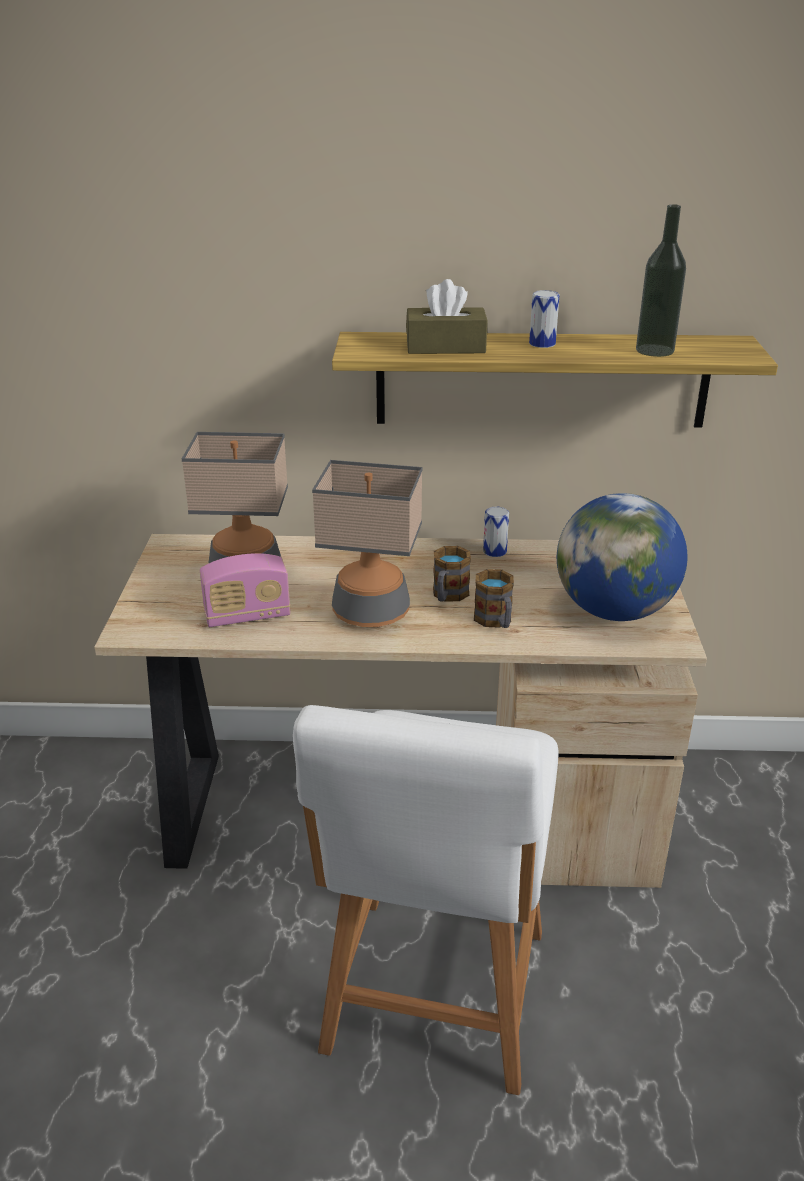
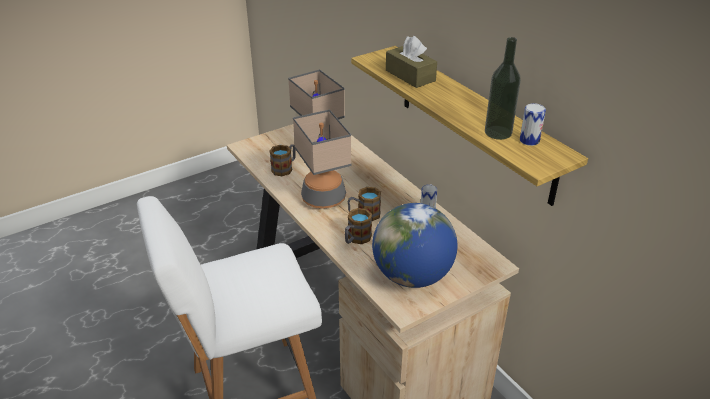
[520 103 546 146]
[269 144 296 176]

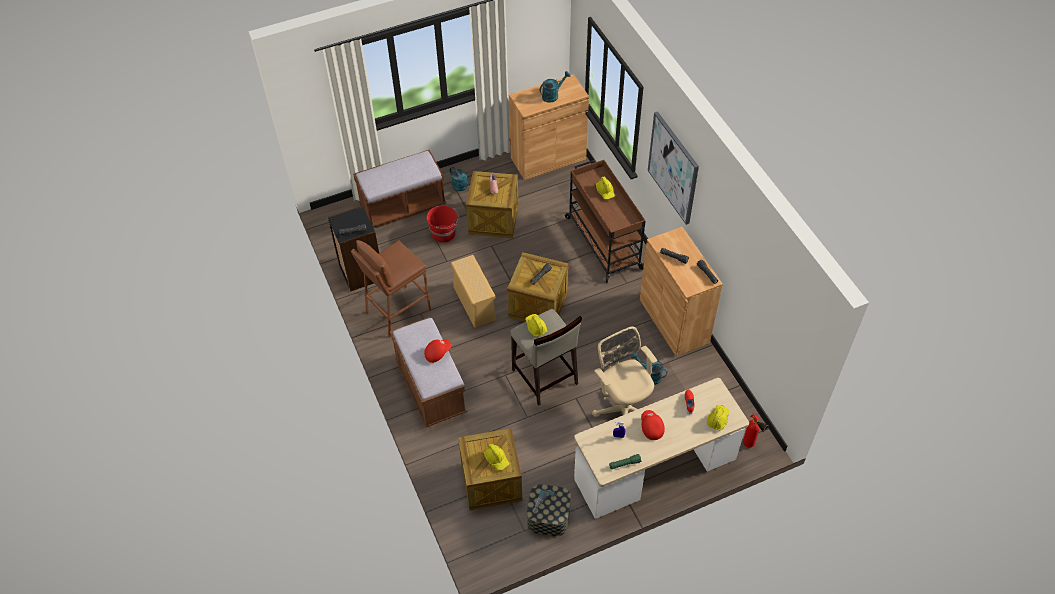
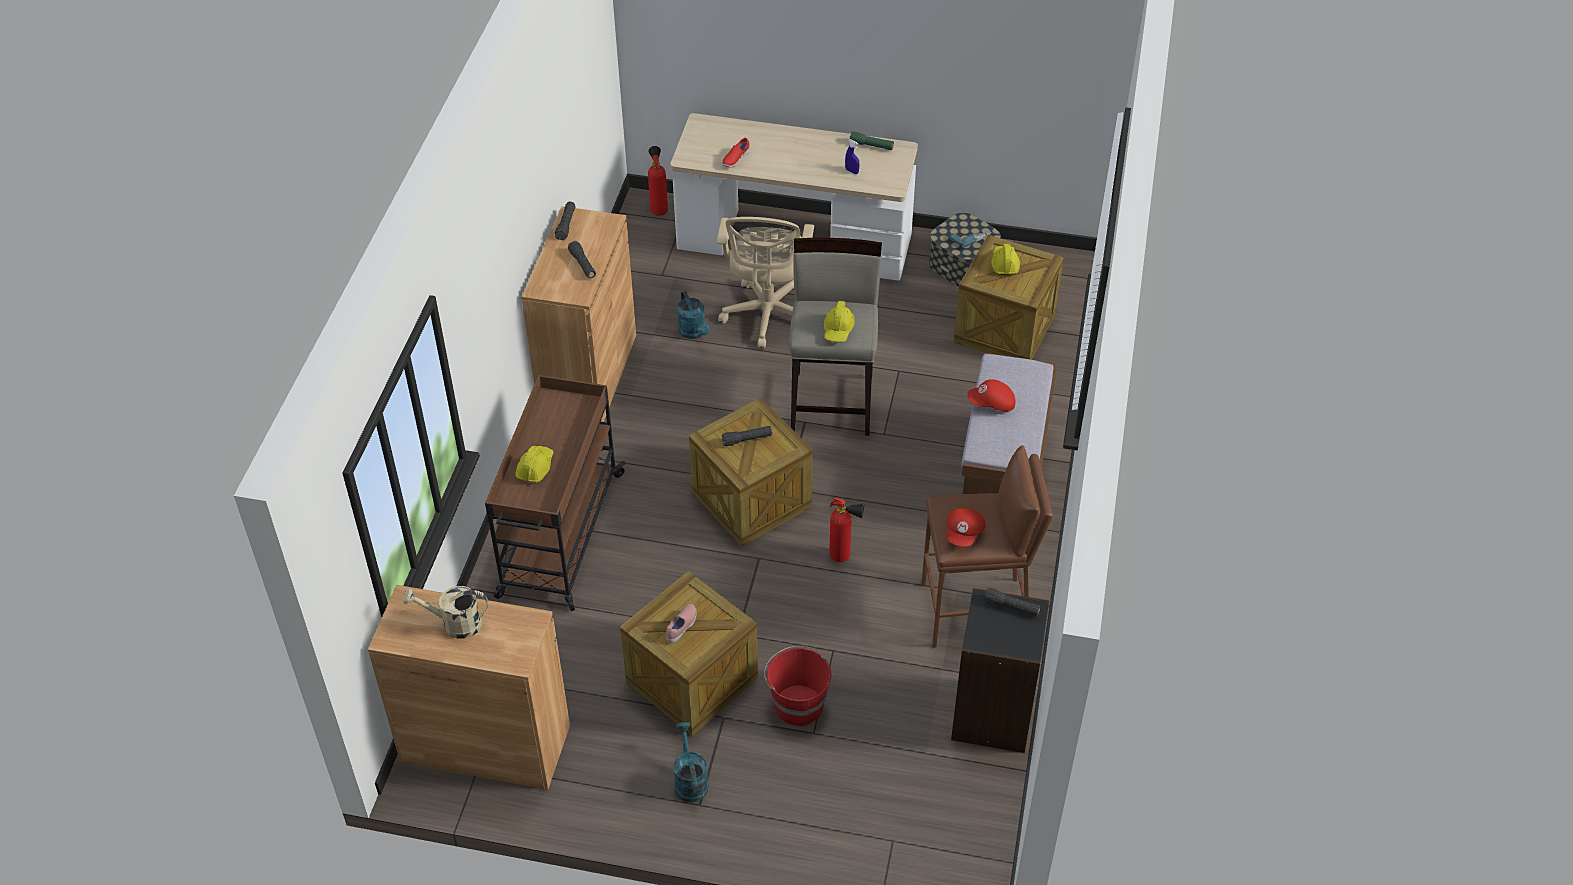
[403 586 488 639]
[648 111 699 225] (first image)
[353 150 446 228] (first image)
[829 498 864 562]
[707 405 730 430] (first image)
[946 508 986 546]

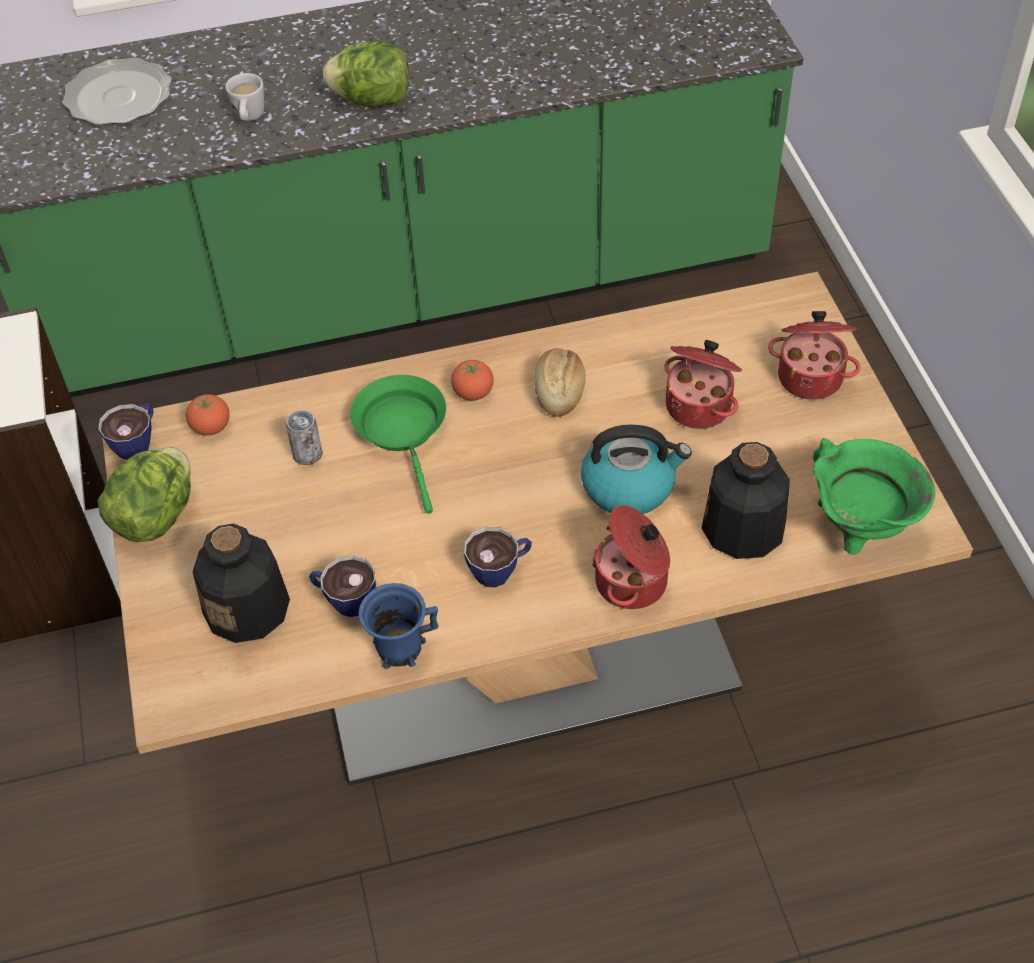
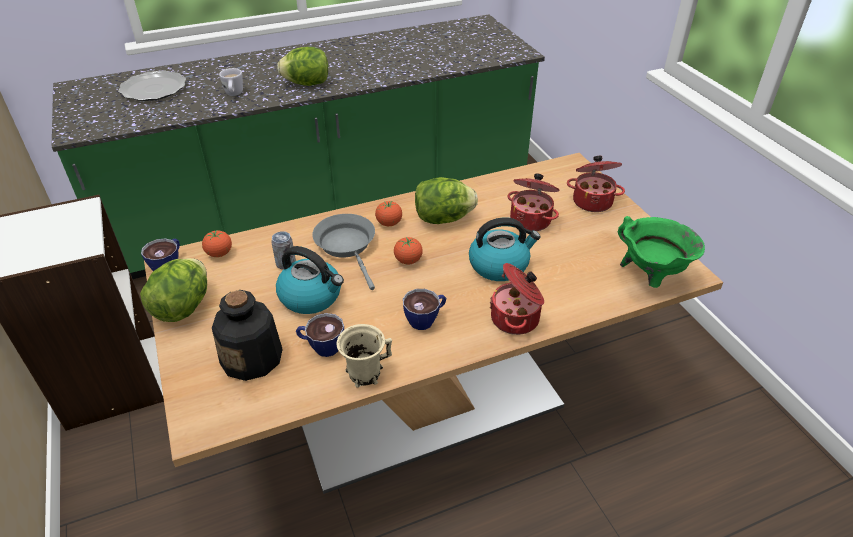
[415 177 478 224]
[312 214 375 290]
[702 442 790 559] (first image)
[336 324 392 388]
[394 237 423 264]
[276 246 344 314]

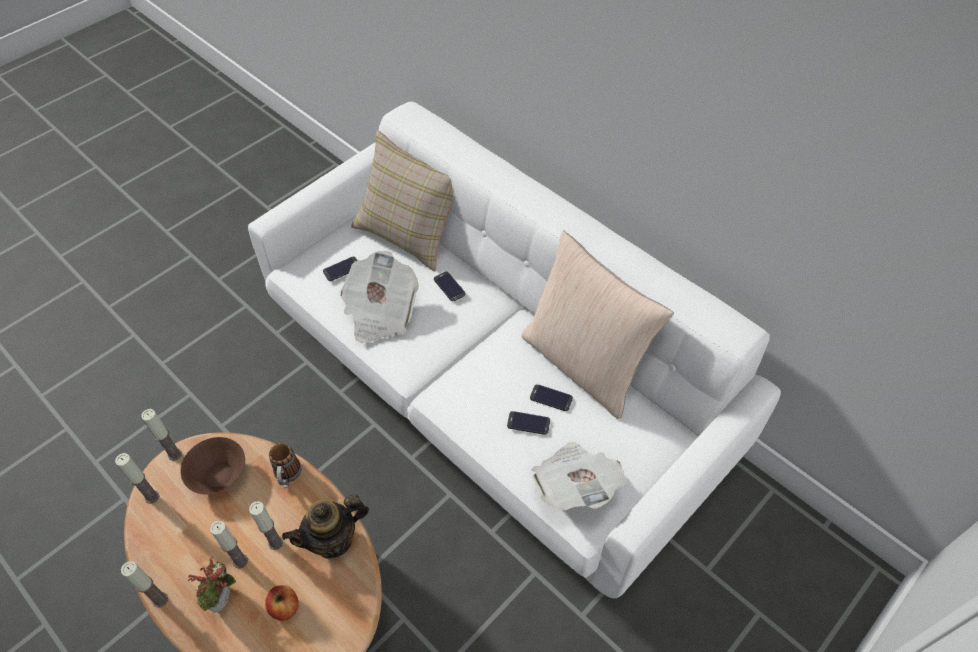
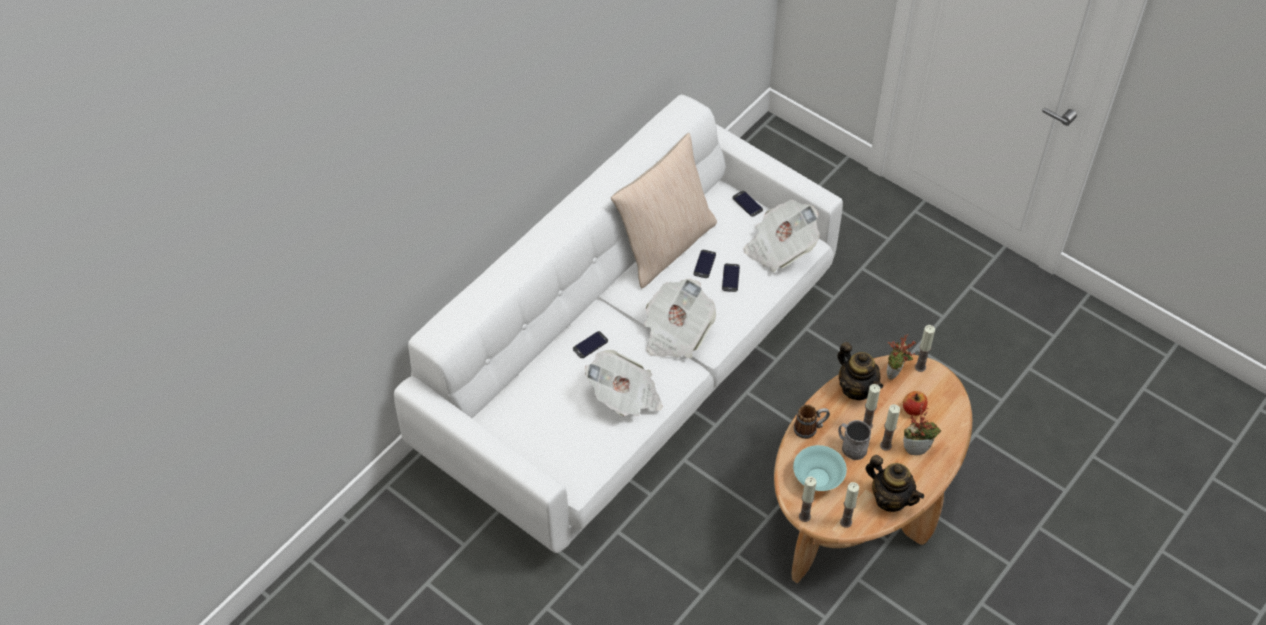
[351 130 453 271] (first image)
[733 190 763 217]
[793 445 847 491]
[915 325 935 372]
[644 279 716 358]
[887 334 916 380]
[838 420 871 460]
[866 455 924 512]

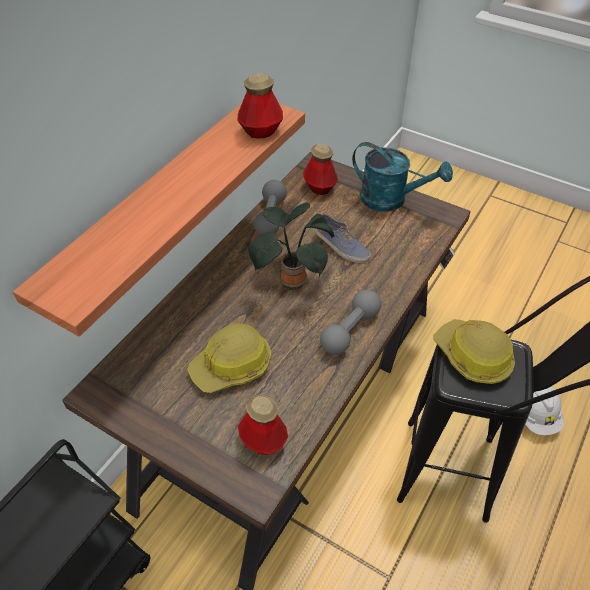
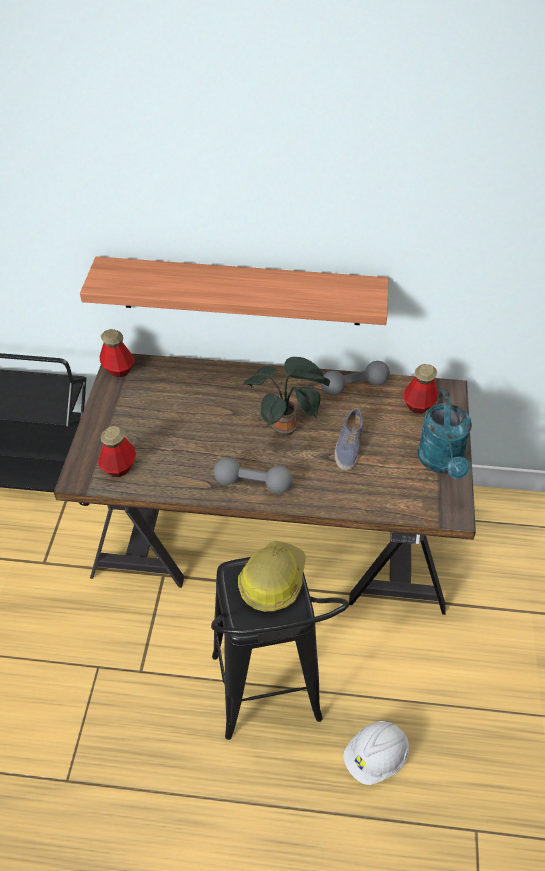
[100 329 135 377]
[187 323 271 393] (first image)

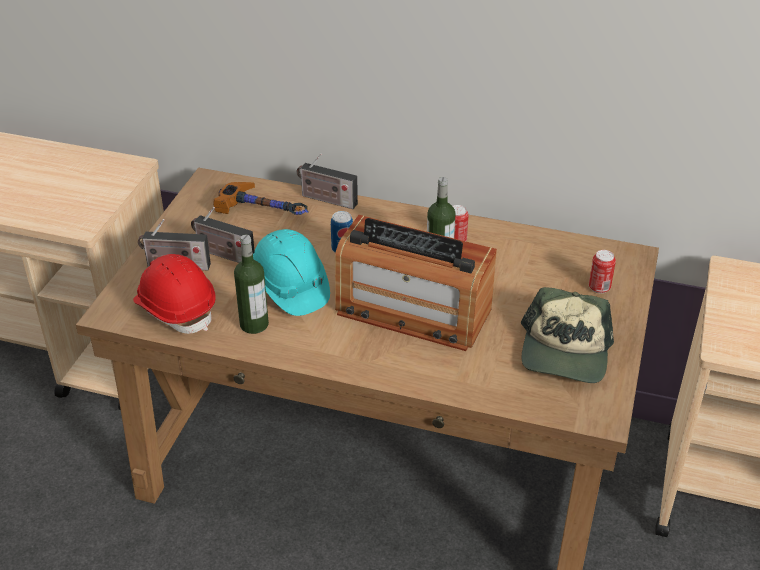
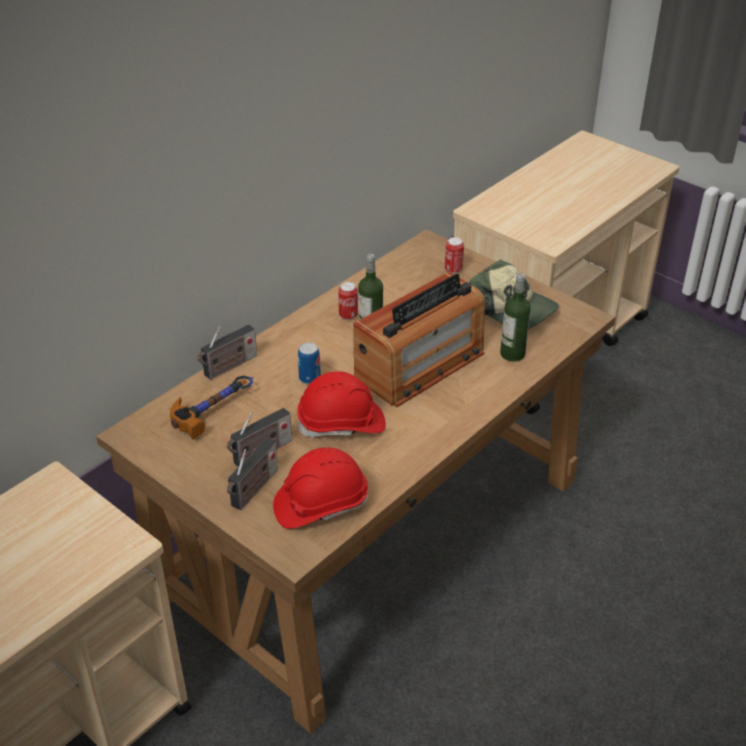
[297 371 386 437]
[500 274 531 362]

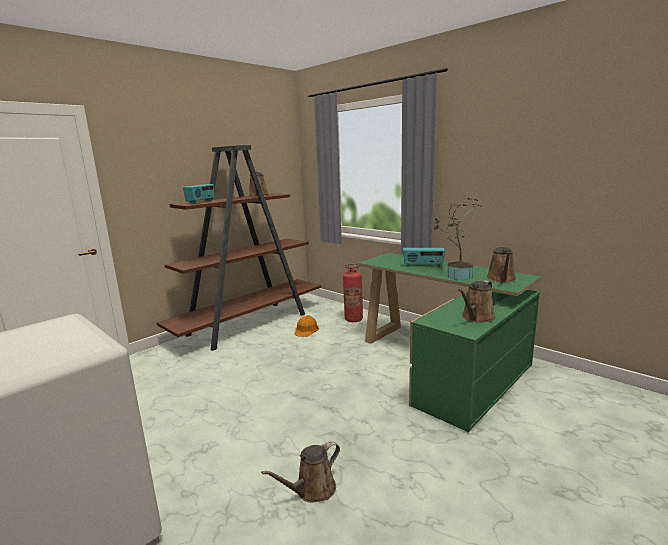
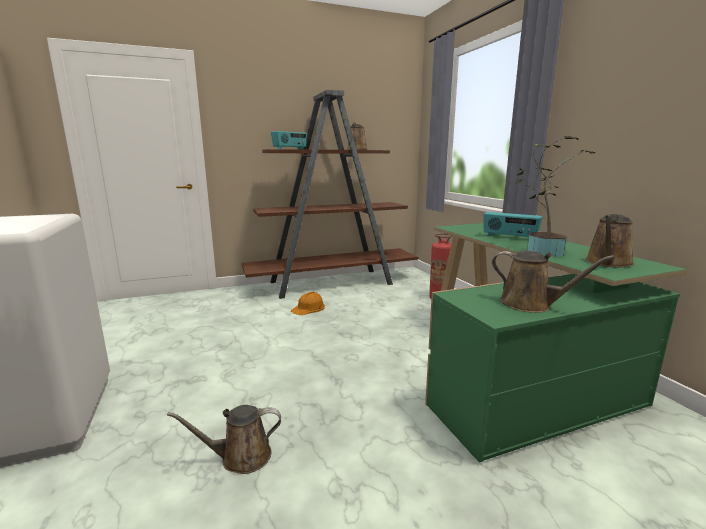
[492 251 615 313]
[291 291 325 315]

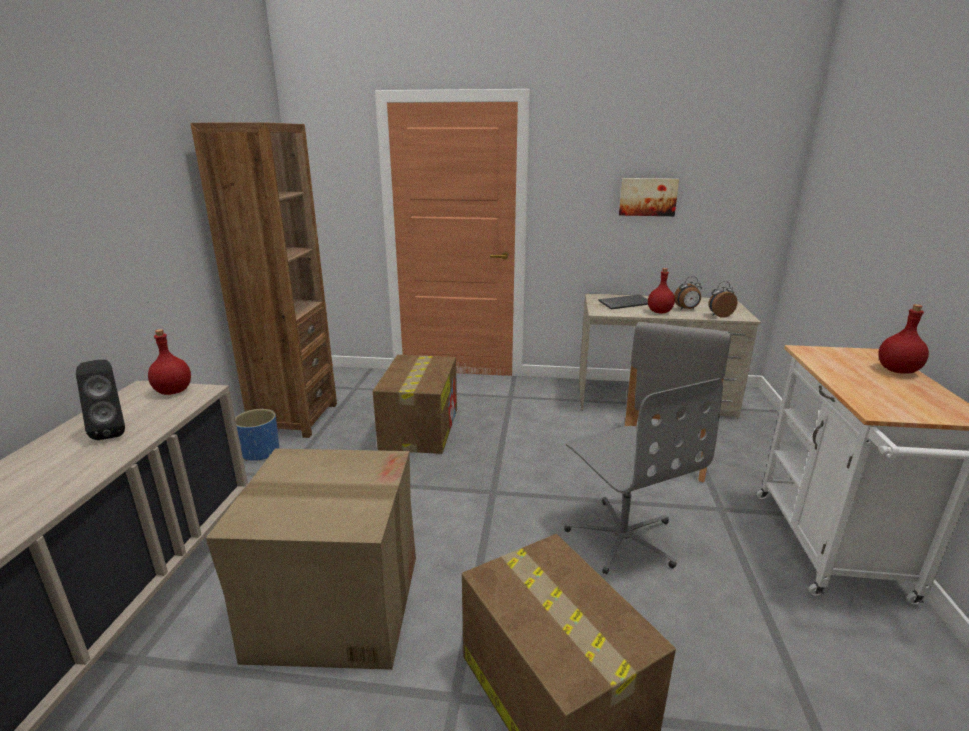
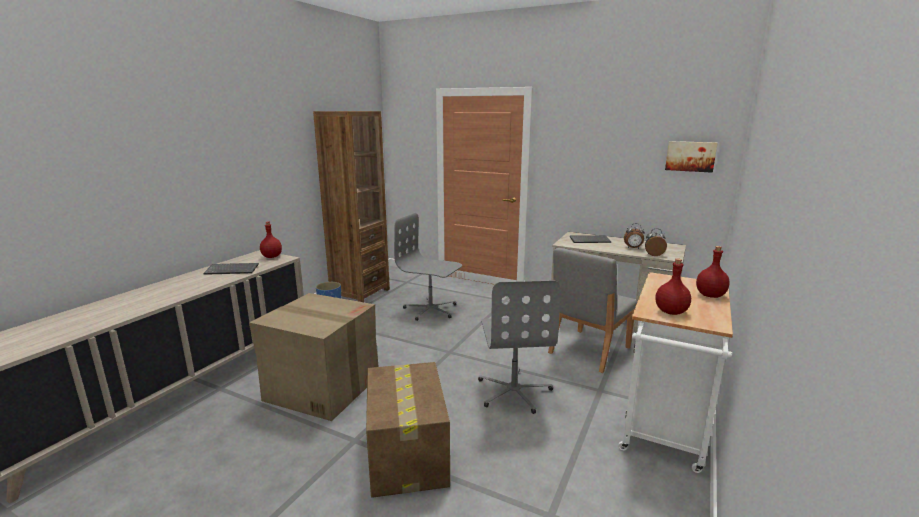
[665 141 717 173]
[655 259 691 315]
[394 213 462 321]
[204 263 259 275]

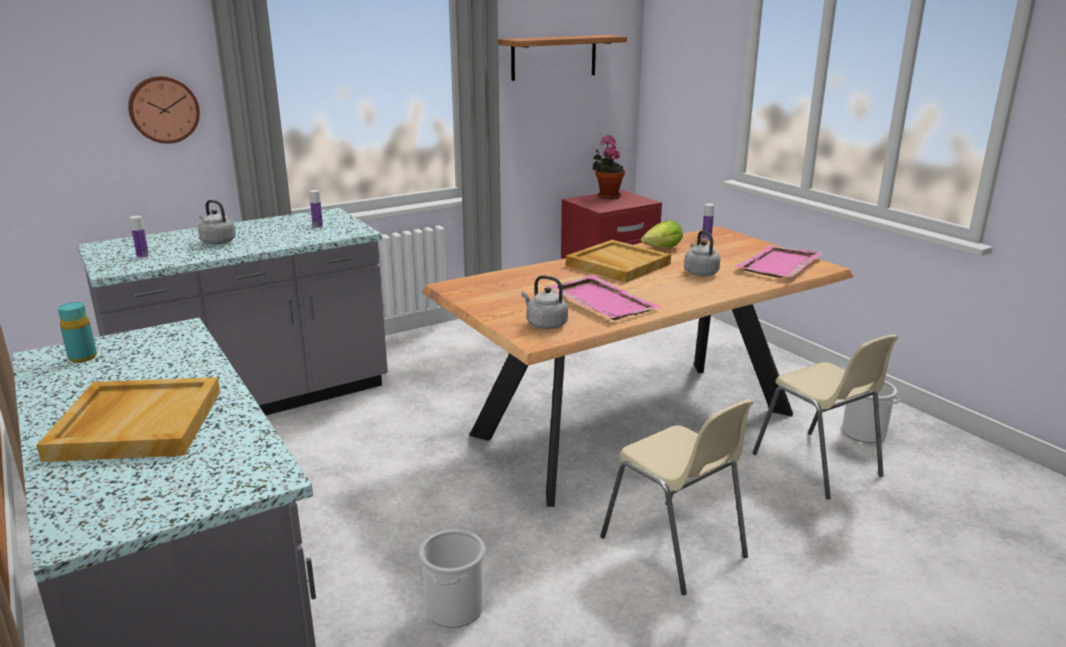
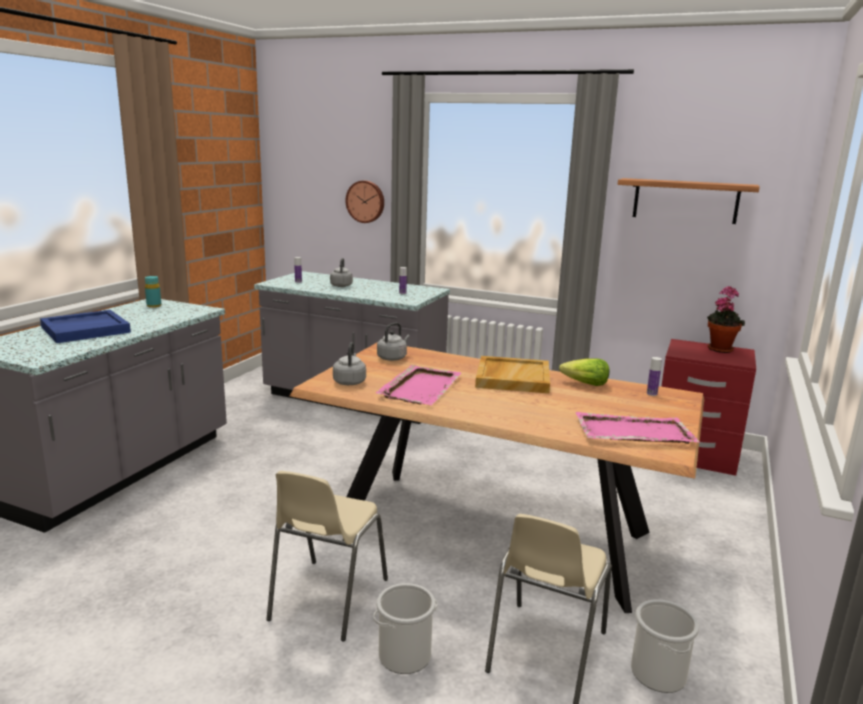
[377 322 410 361]
[40 310 131 343]
[373 583 438 674]

